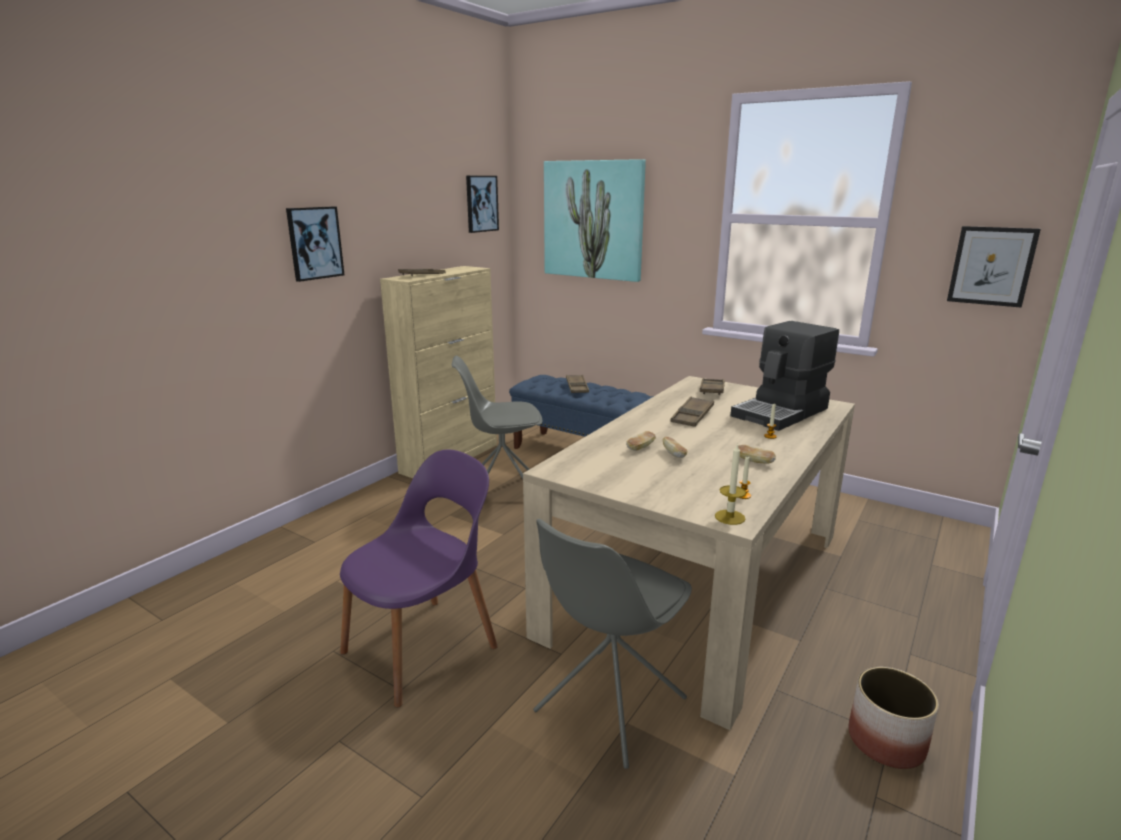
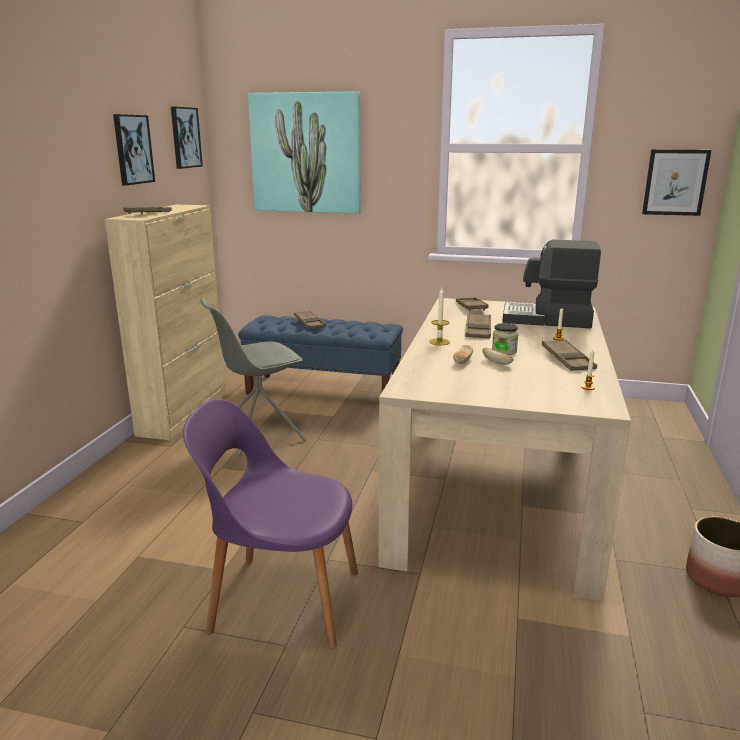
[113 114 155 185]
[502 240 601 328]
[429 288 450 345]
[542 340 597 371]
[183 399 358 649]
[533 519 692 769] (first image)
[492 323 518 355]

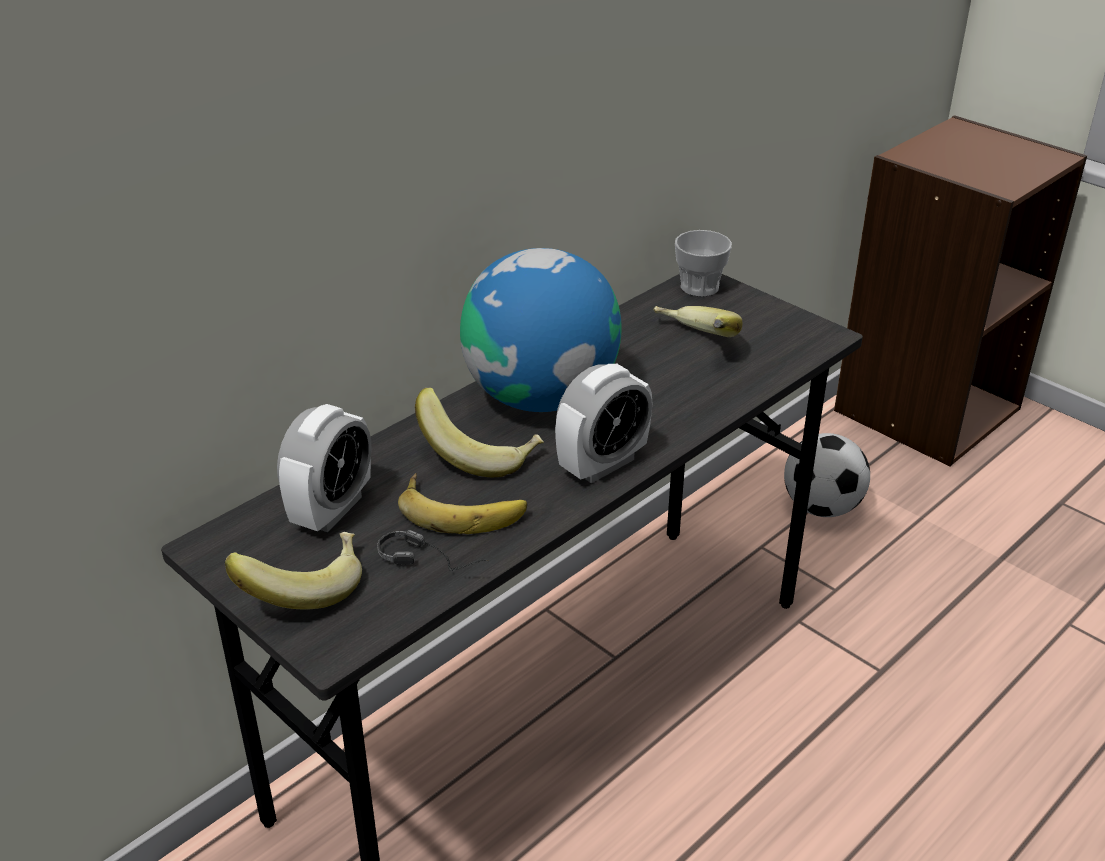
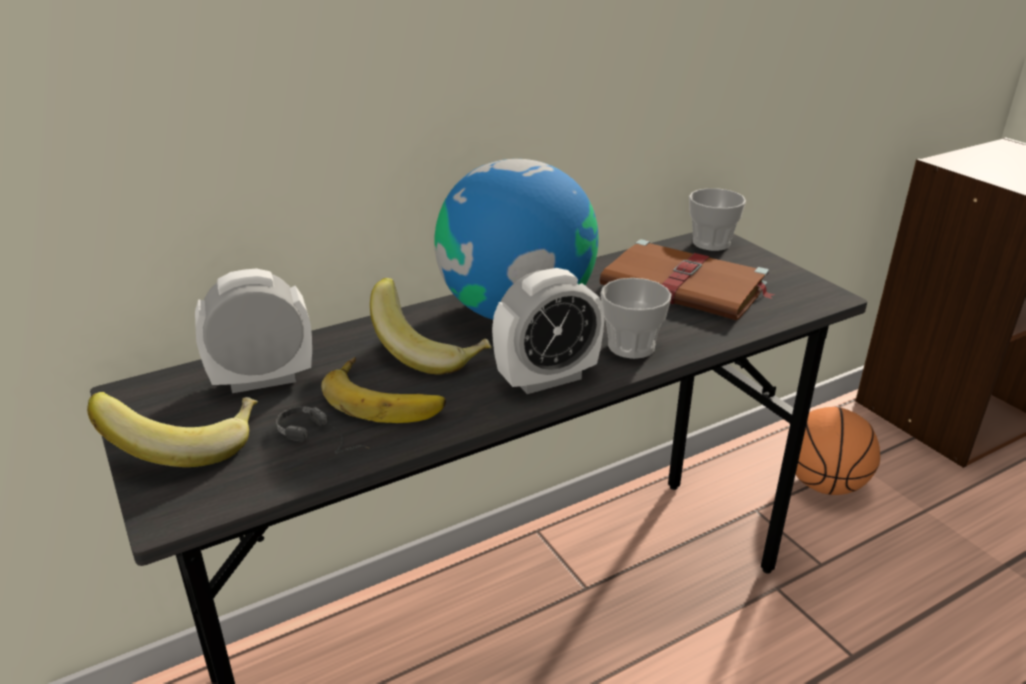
[600 239 775 320]
[195 268 312 393]
[795 407 880 495]
[600 278 672 359]

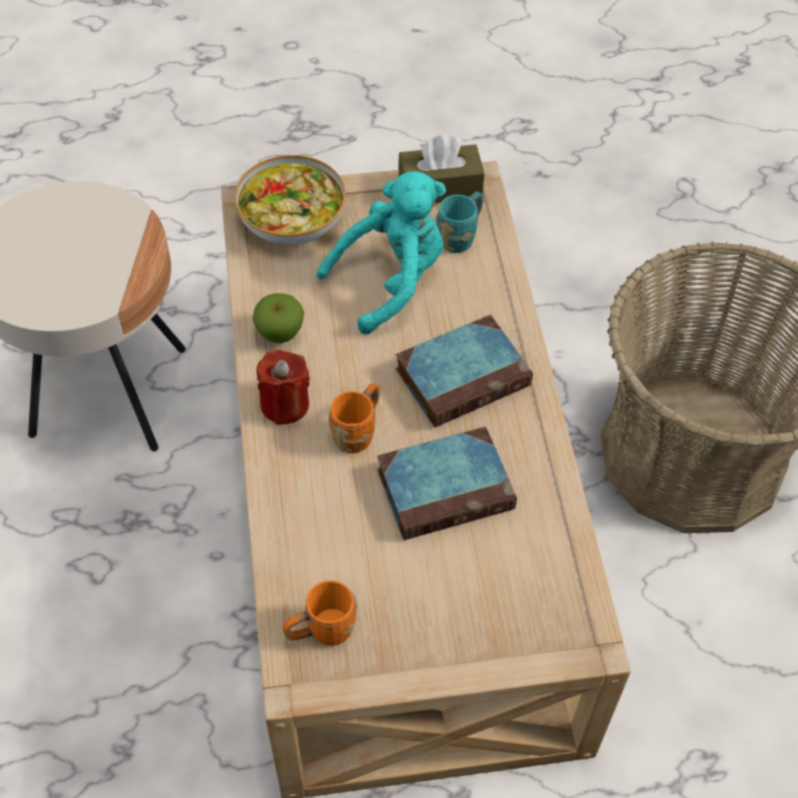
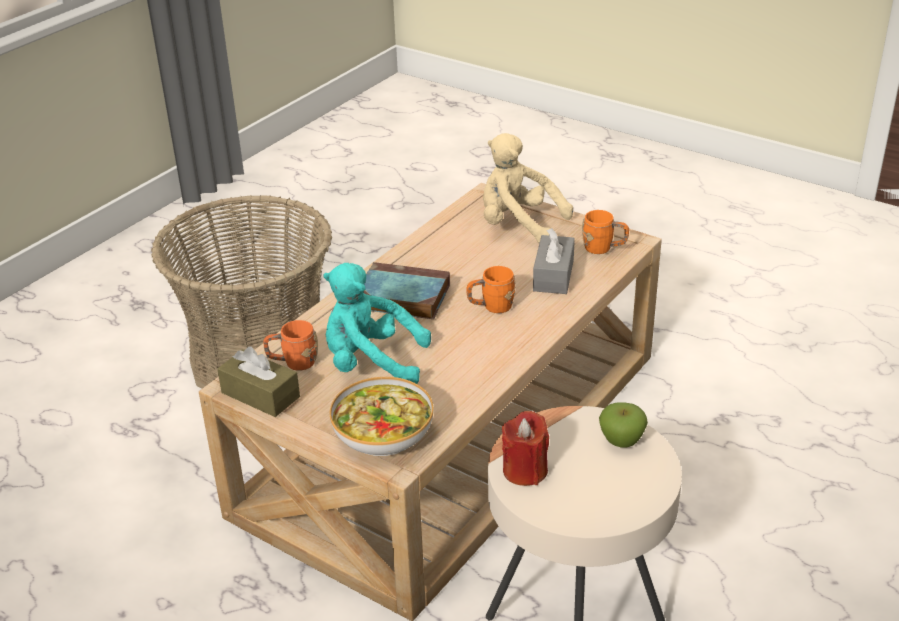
[263 320 318 371]
[599 402 648 448]
[502 411 549 486]
[377 427 517 540] (first image)
[483 133 573 243]
[533 228 575 294]

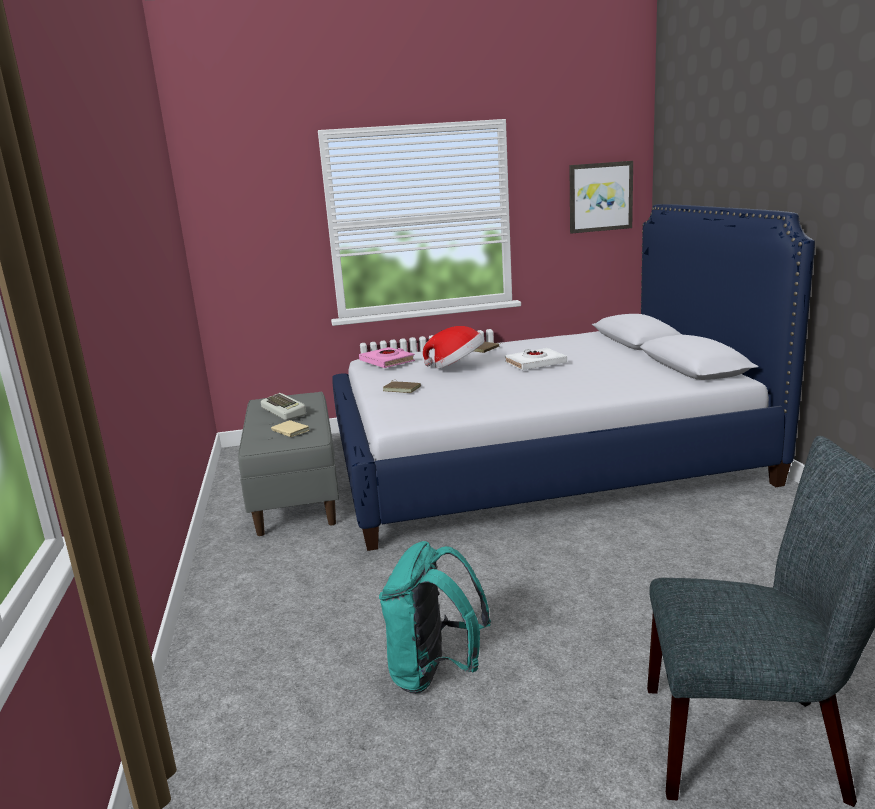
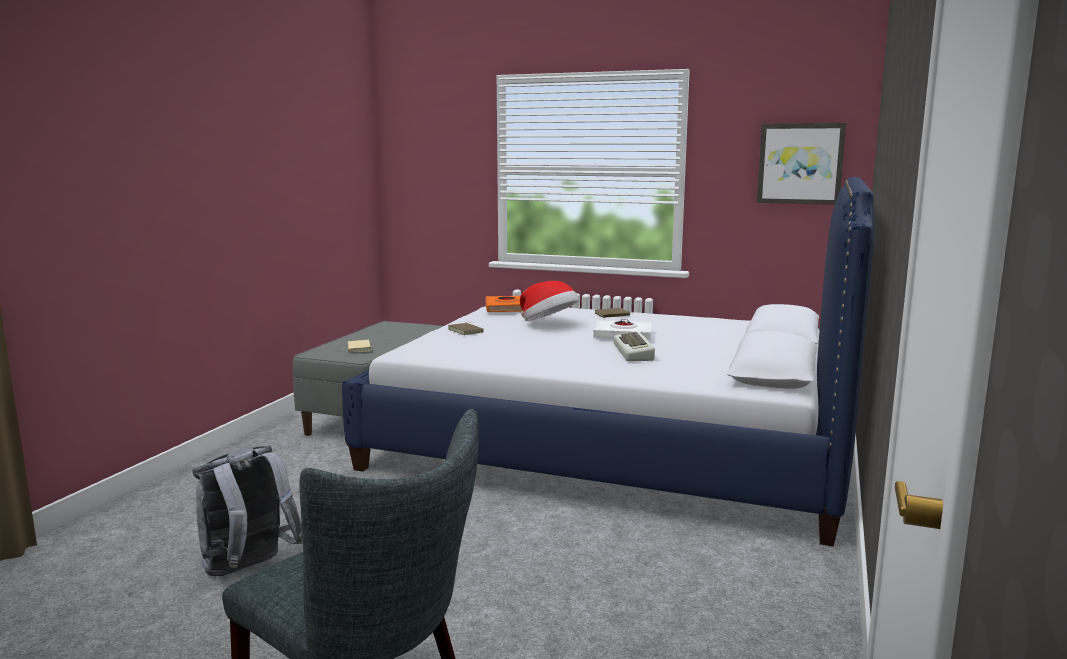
[485 296 522 312]
[614 331 655 361]
[193 445 303 577]

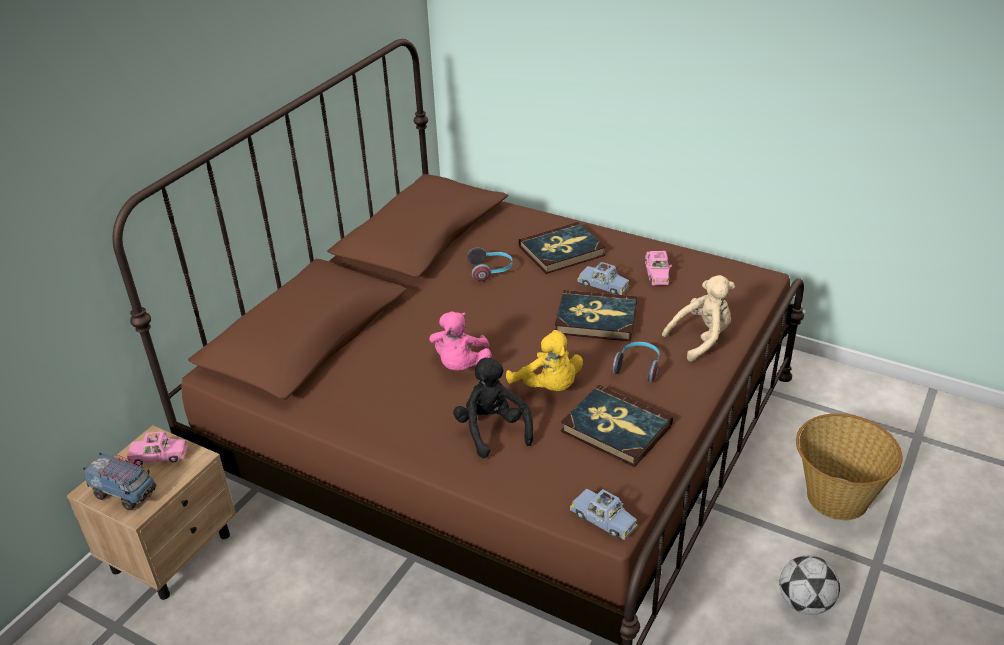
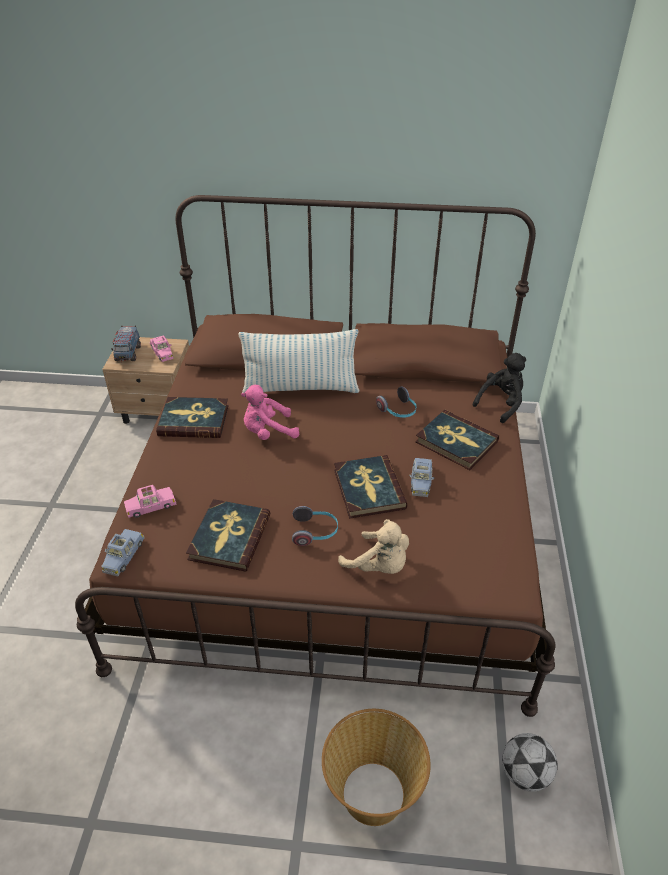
[124 485 177 518]
[506 330 583 391] (first image)
[473 353 526 423]
[502 733 558 792]
[239 329 360 393]
[156 397 229 438]

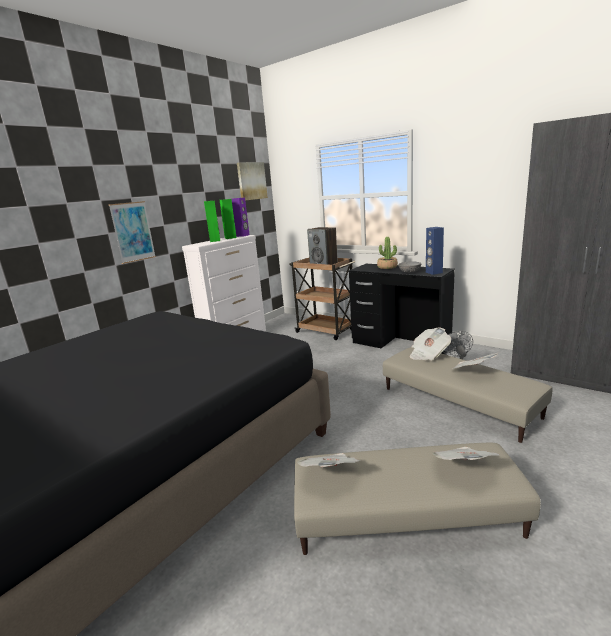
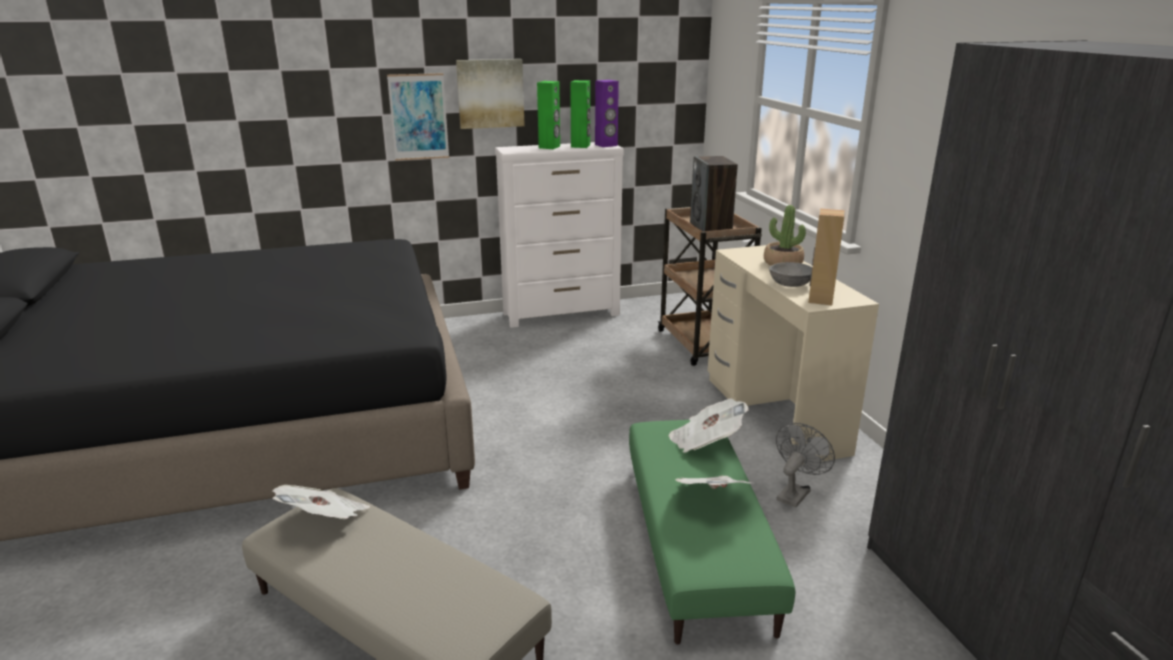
[456 59 525 129]
[808 209 845 305]
[708 245 879 465]
[629 420 795 644]
[432 447 498 460] (first image)

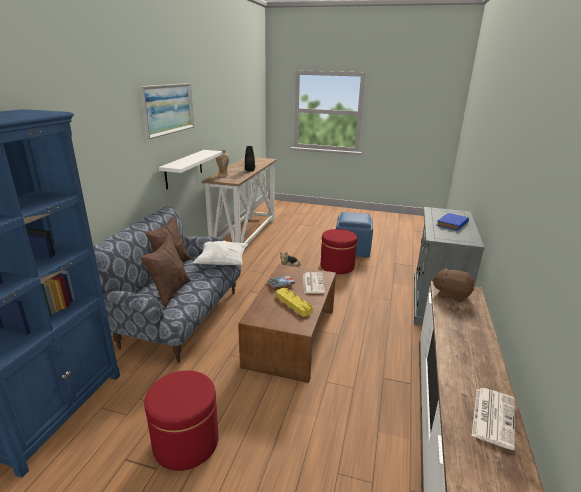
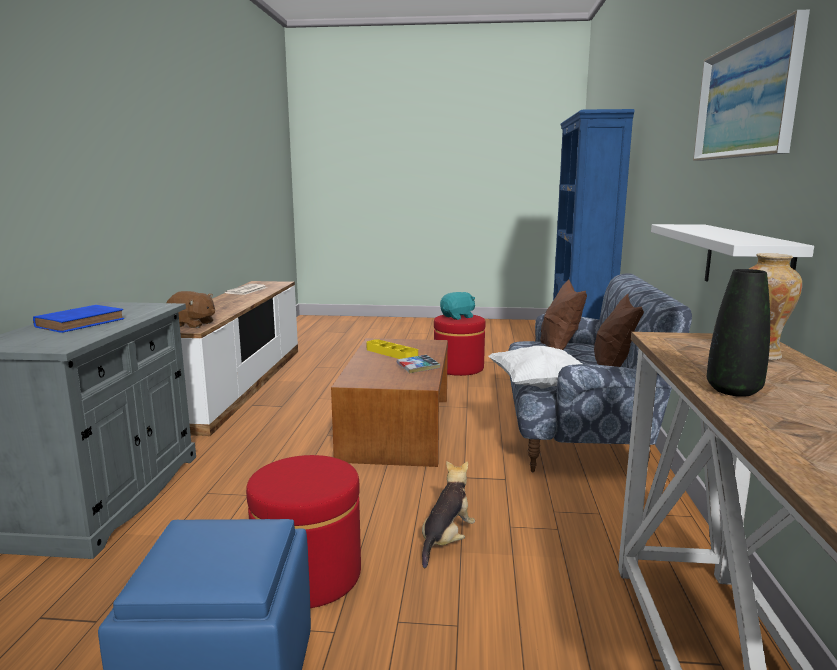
[303 272 325 294] (first image)
[440 292 475 320]

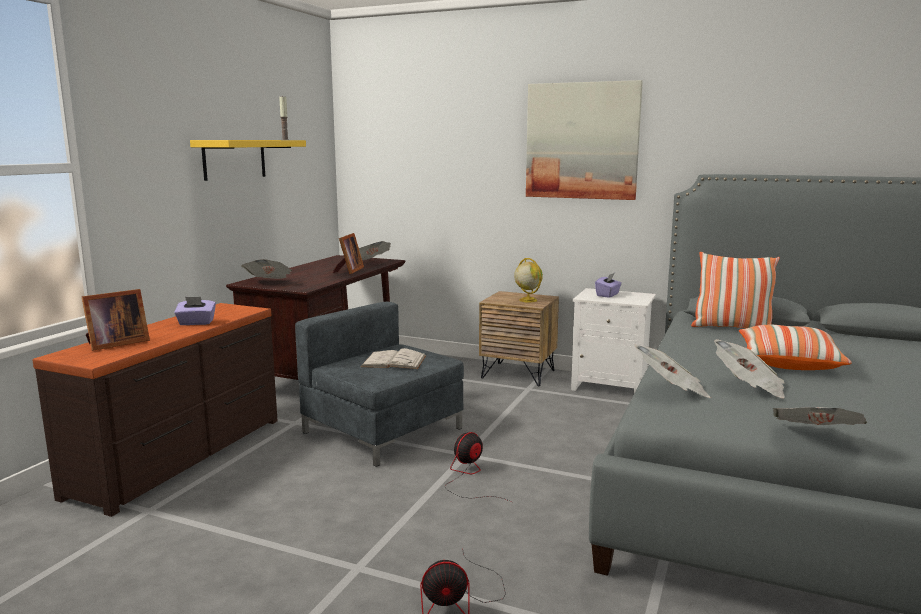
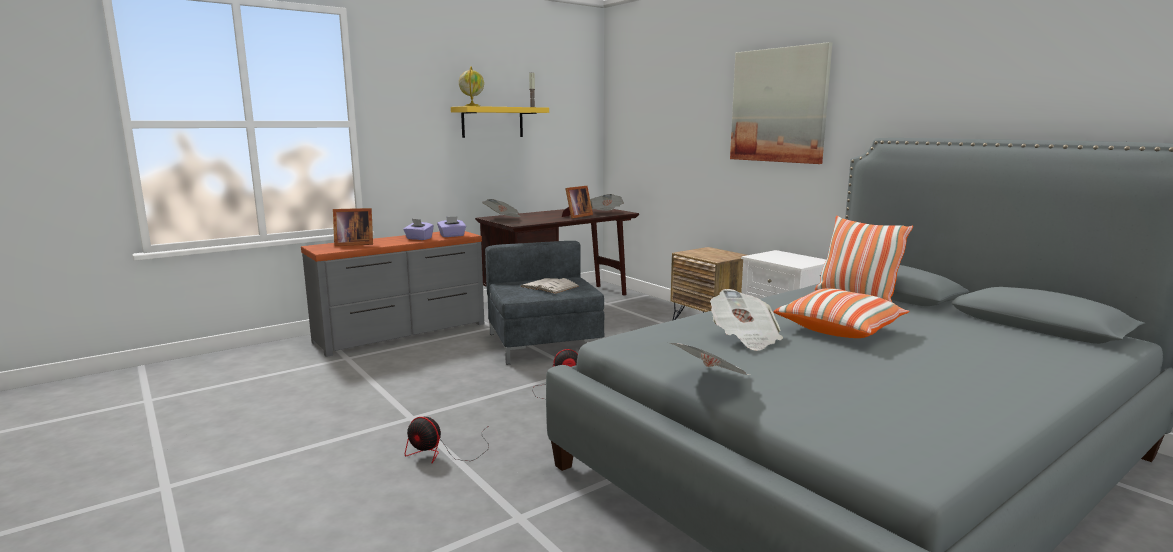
[459 66 484 106]
[437 216 466 237]
[301 231 484 357]
[635 345 711 398] (first image)

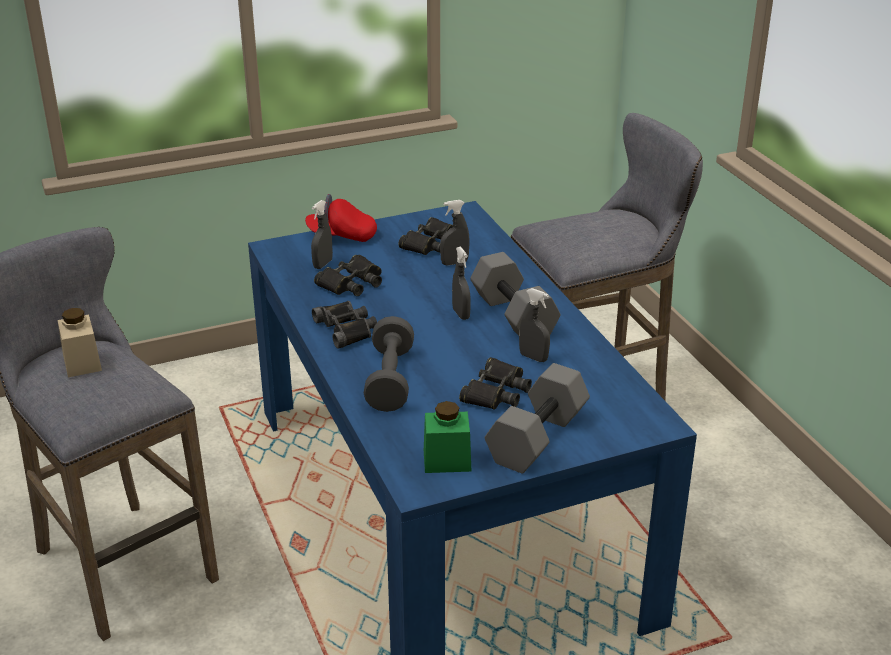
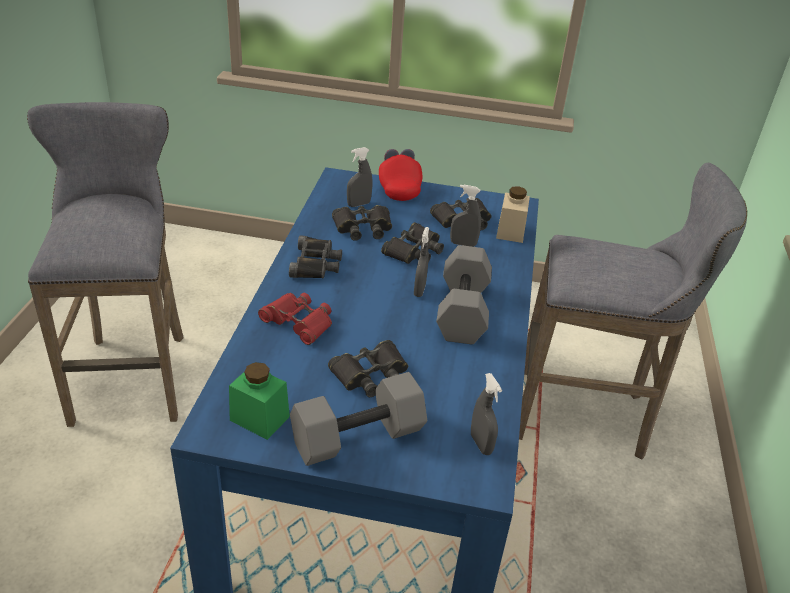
[379 149 422 201]
[471 373 502 455]
[496 186 530 243]
[258 293 332 345]
[381 222 444 264]

